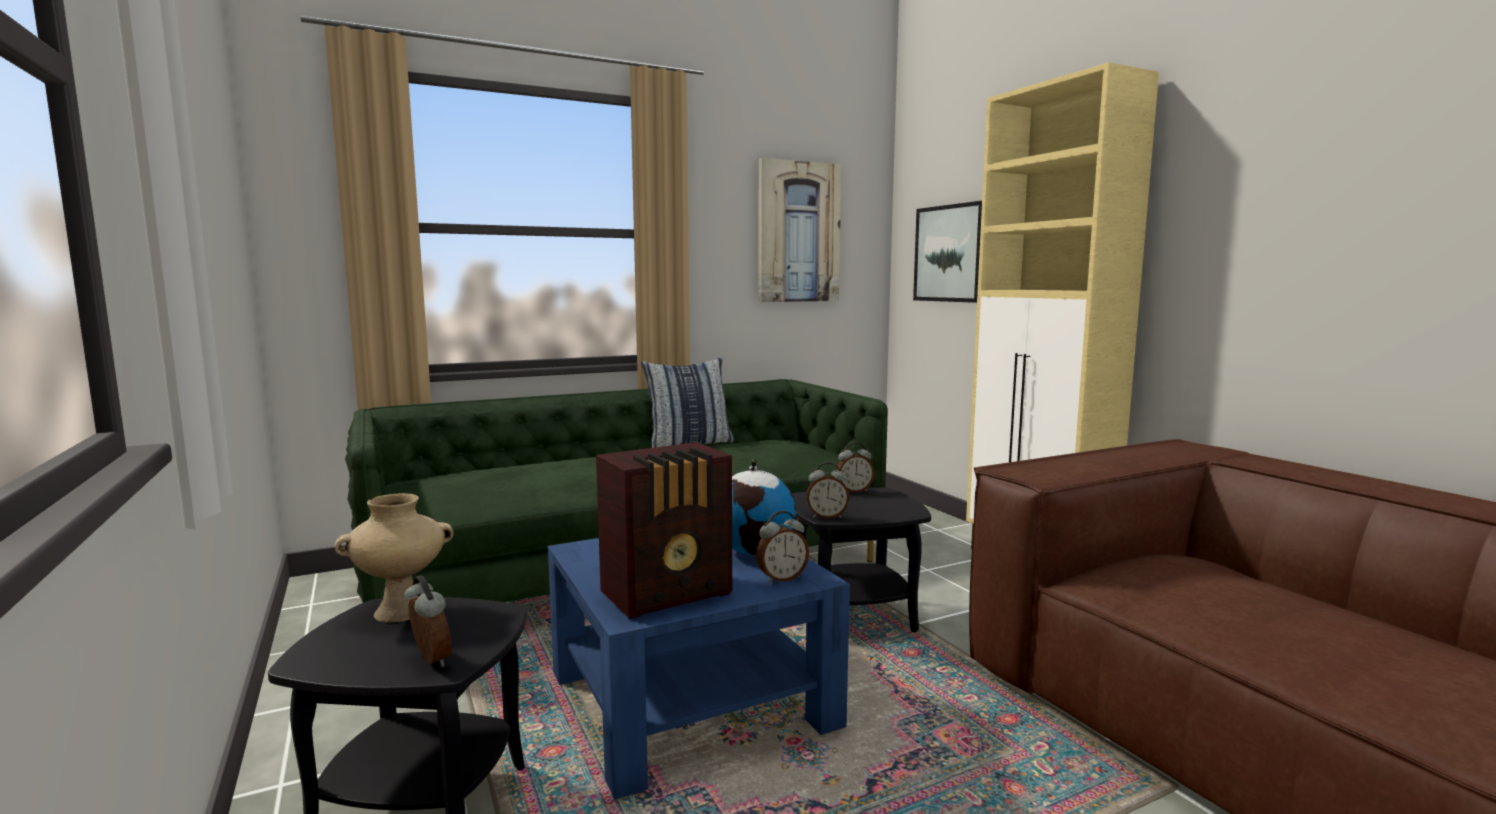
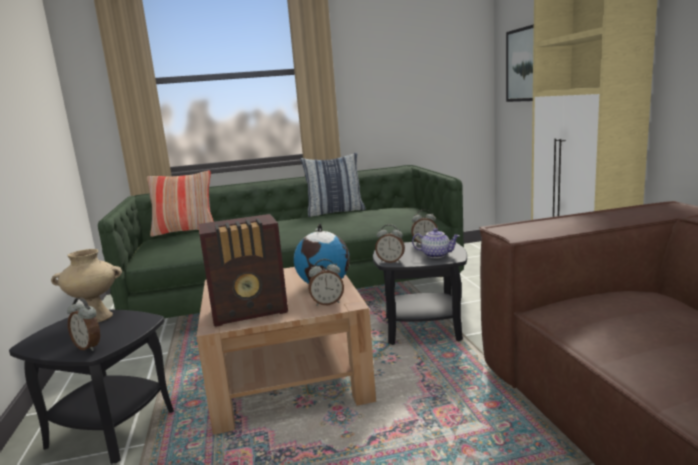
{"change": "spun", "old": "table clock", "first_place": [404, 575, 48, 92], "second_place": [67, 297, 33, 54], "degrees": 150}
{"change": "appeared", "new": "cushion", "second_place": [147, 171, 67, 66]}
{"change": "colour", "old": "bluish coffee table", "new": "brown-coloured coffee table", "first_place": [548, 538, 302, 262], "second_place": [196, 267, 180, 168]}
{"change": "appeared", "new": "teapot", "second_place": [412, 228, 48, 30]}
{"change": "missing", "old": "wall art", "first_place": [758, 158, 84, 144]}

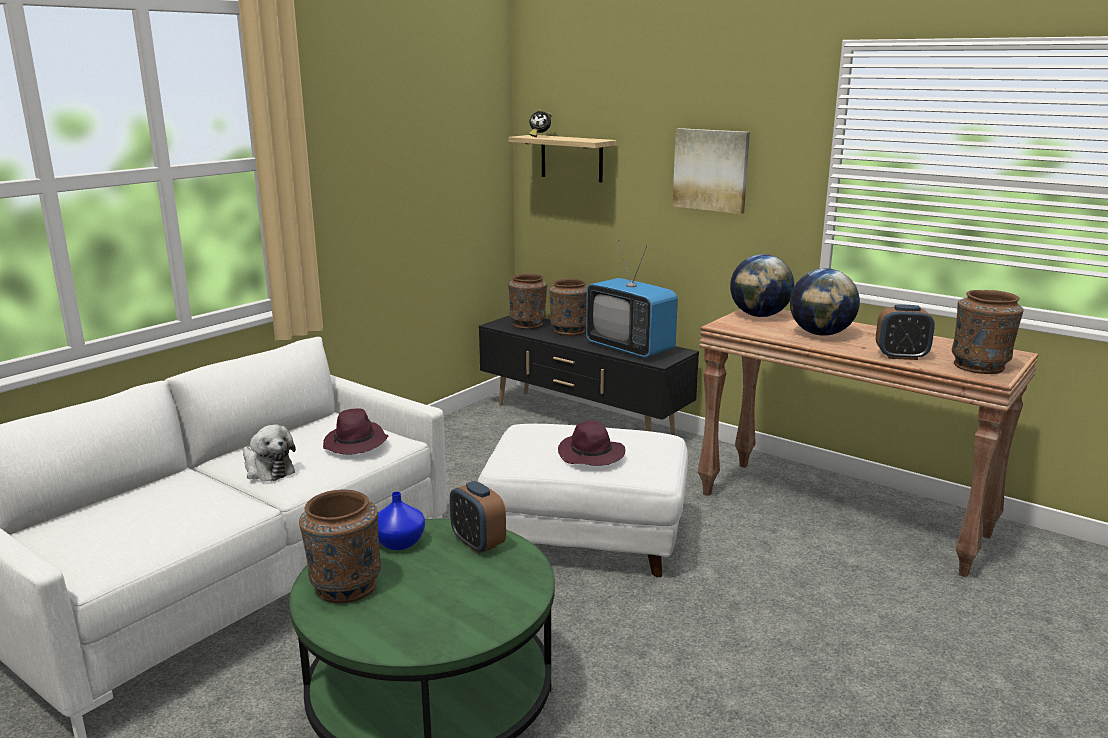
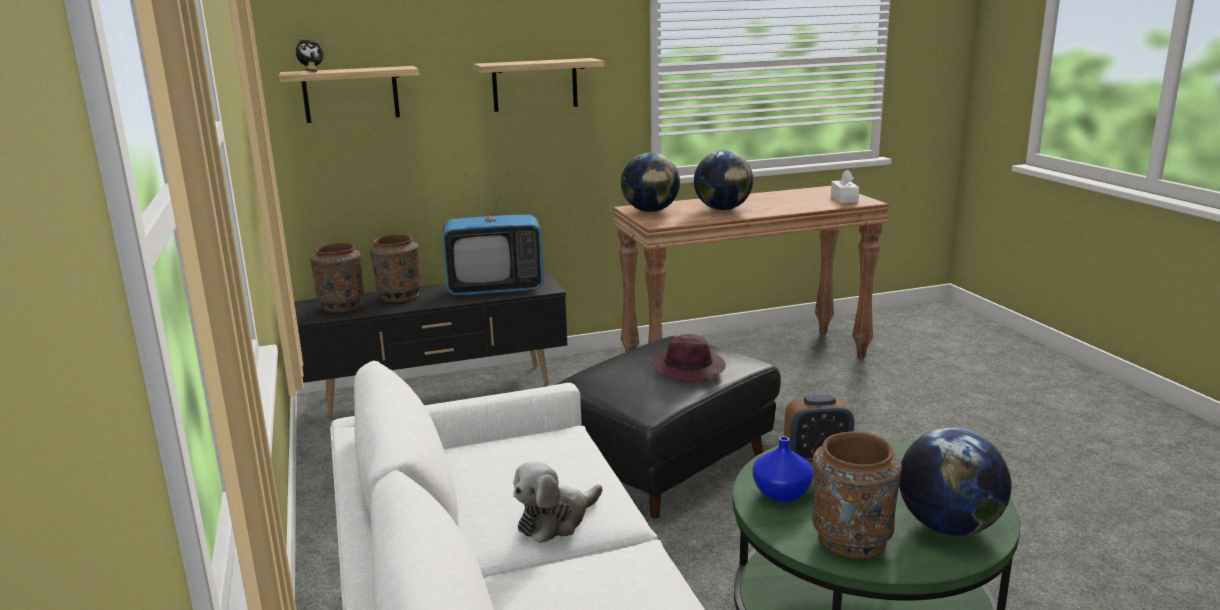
{"change": "exchanged", "old": "wall art", "new": "shelf", "first_place": [672, 128, 78, 86], "second_place": [473, 58, 131, 54]}
{"change": "spun", "old": "plush toy", "first_place": [243, 424, 53, 57], "second_place": [513, 462, 89, 81], "degrees": 150}
{"change": "colour", "old": "white ottoman", "new": "black-coloured ottoman", "first_place": [478, 424, 210, 153], "second_place": [556, 335, 225, 184]}
{"change": "exchanged", "old": "brown-coloured vase", "new": "white tissue box", "first_place": [952, 290, 72, 84], "second_place": [831, 169, 28, 34]}
{"change": "appeared", "new": "world globe", "second_place": [899, 428, 113, 108]}
{"change": "missing", "old": "purplish hat", "first_place": [323, 408, 65, 47]}
{"change": "missing", "old": "table clock", "first_place": [876, 305, 59, 55]}

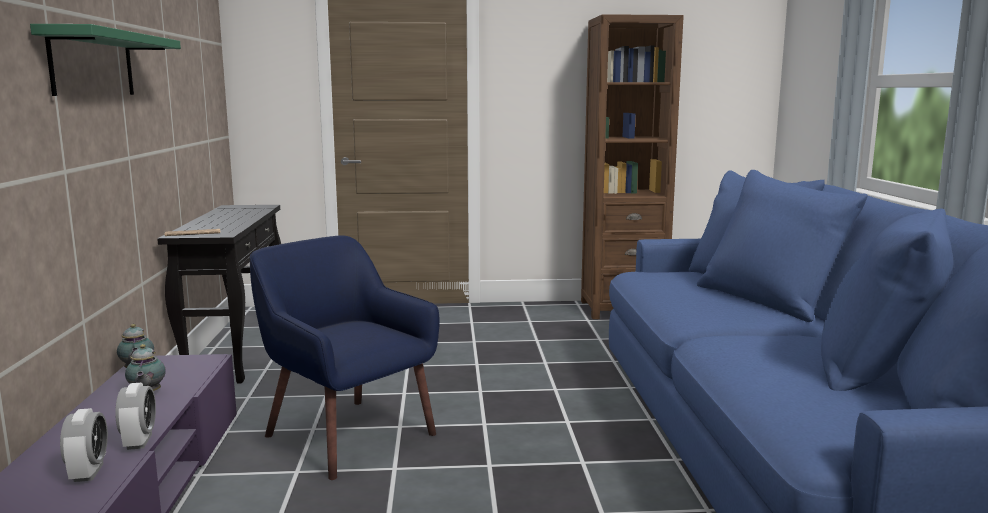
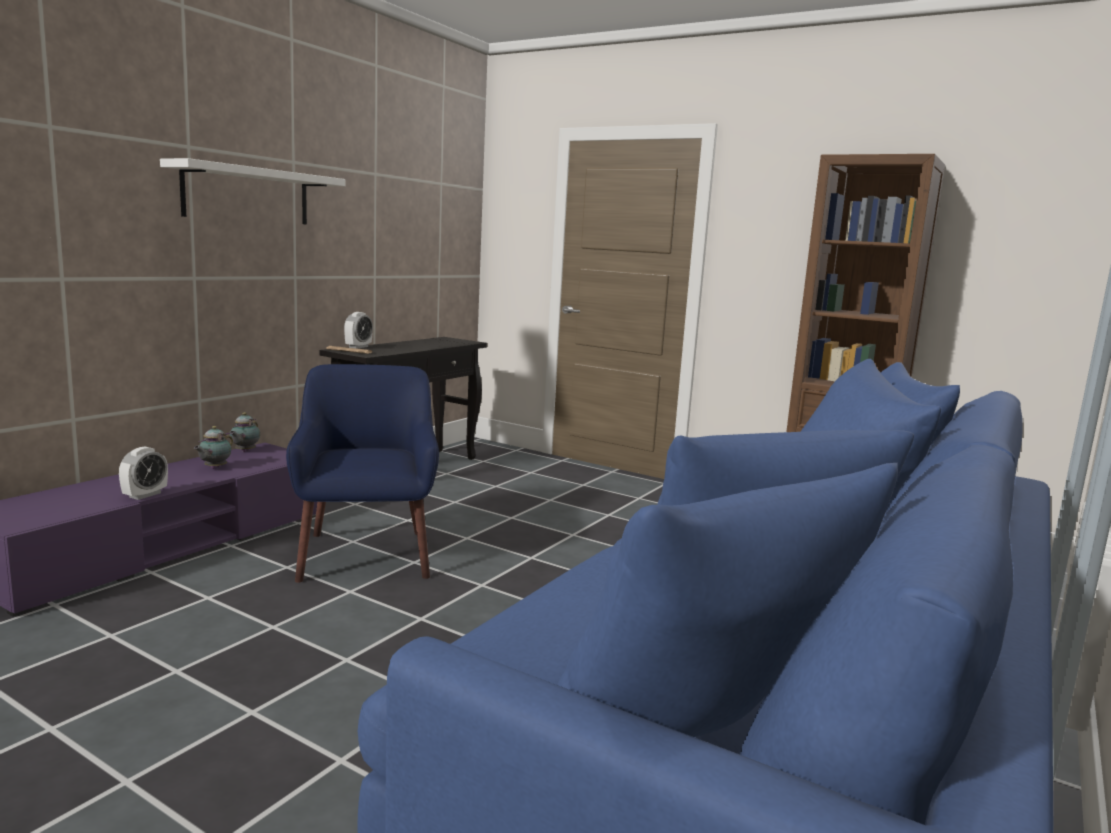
{"change": "colour", "old": "green-coloured shelf", "new": "white shelf", "first_place": [30, 24, 151, 72], "second_place": [160, 158, 186, 67]}
{"change": "relocated", "old": "table clock", "first_place": [60, 408, 48, 74], "second_place": [344, 312, 29, 37]}

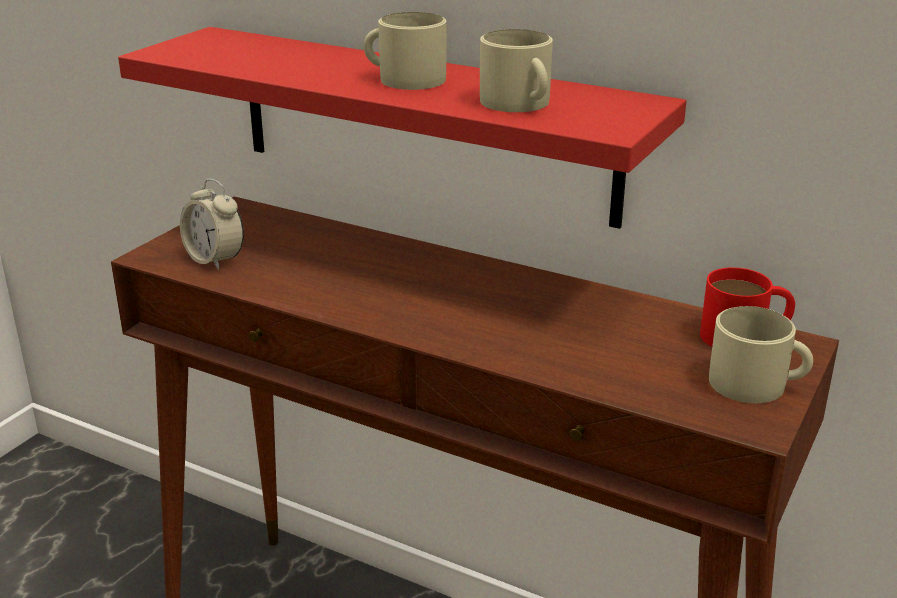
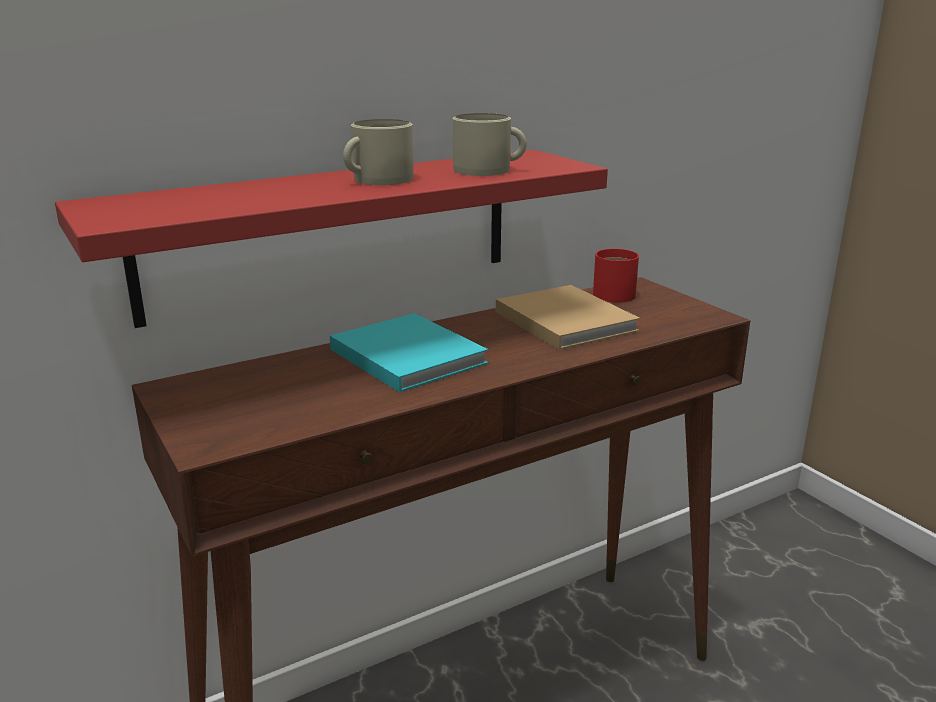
{"change": "appeared", "new": "turquoise bound book", "second_place": [330, 313, 158, 79]}
{"change": "appeared", "new": "beige bound book", "second_place": [496, 285, 144, 65]}
{"change": "missing", "old": "table clock", "first_place": [180, 179, 64, 91]}
{"change": "missing", "old": "beige tea mug", "first_place": [709, 306, 104, 97]}

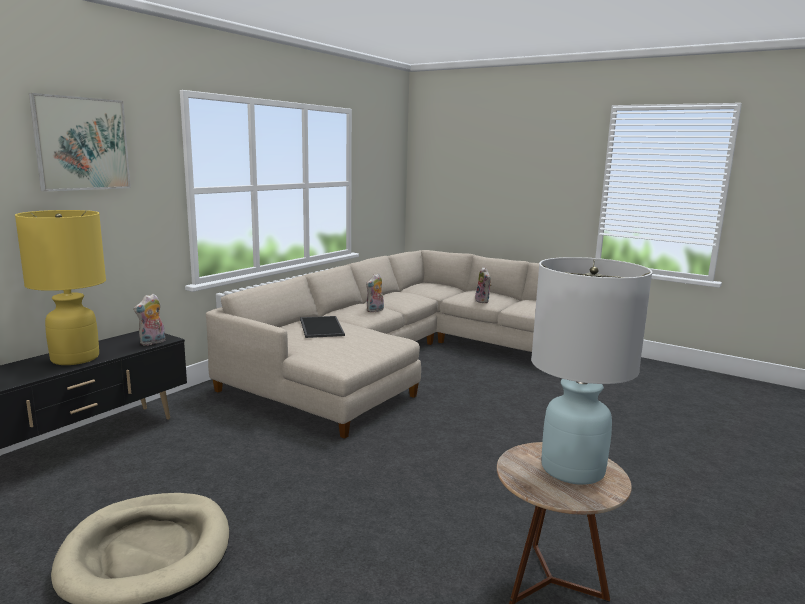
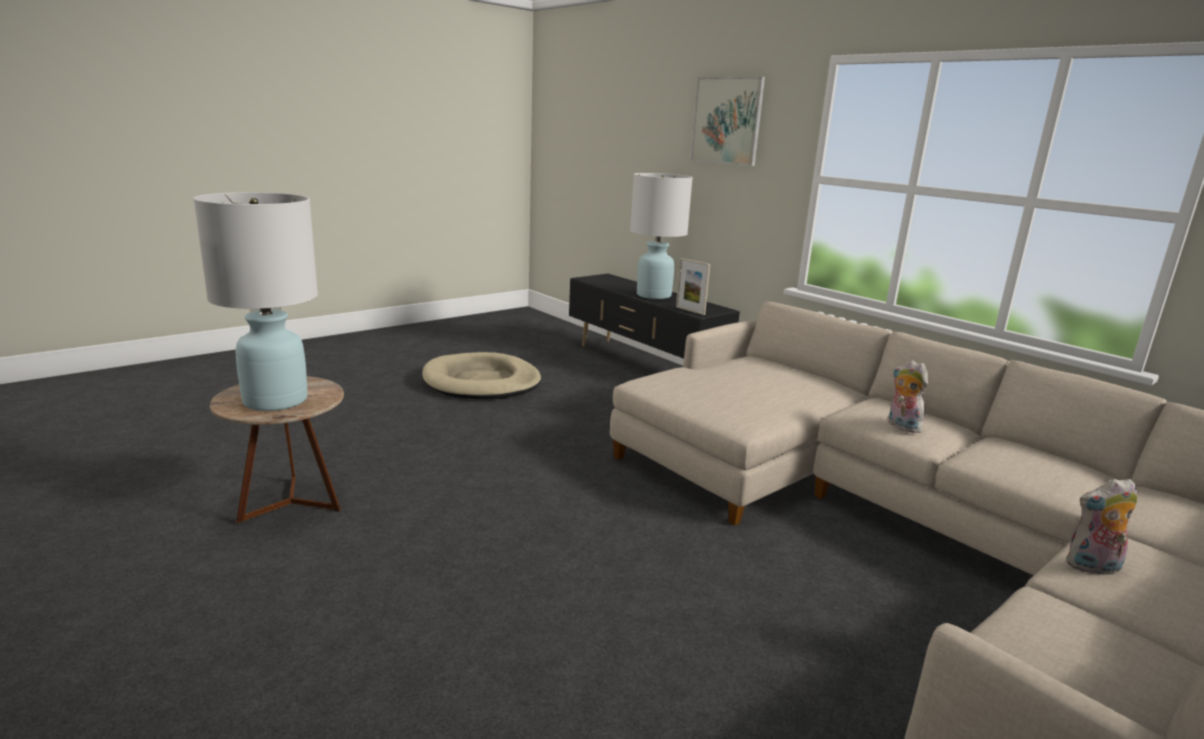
{"change": "colour", "old": "yellowish table lamp", "new": "white table lamp", "first_place": [15, 210, 91, 155], "second_place": [630, 173, 63, 126]}
{"change": "exchanged", "old": "plush toy", "new": "picture frame", "first_place": [133, 294, 32, 52], "second_place": [676, 258, 34, 57]}
{"change": "missing", "old": "serving tray", "first_place": [300, 316, 45, 22]}

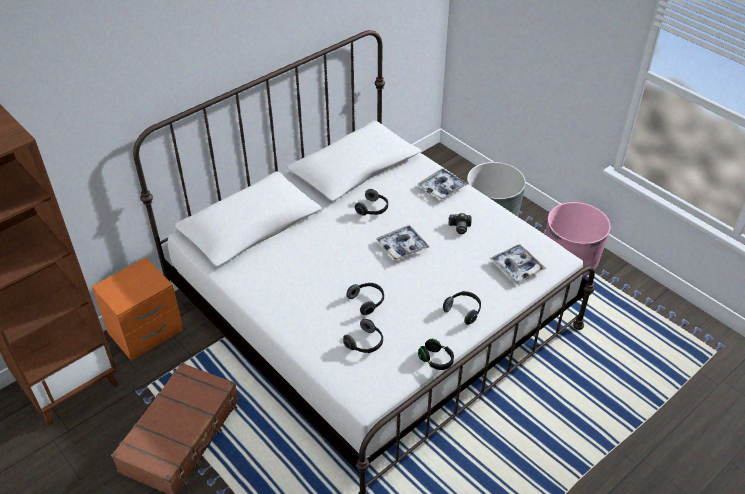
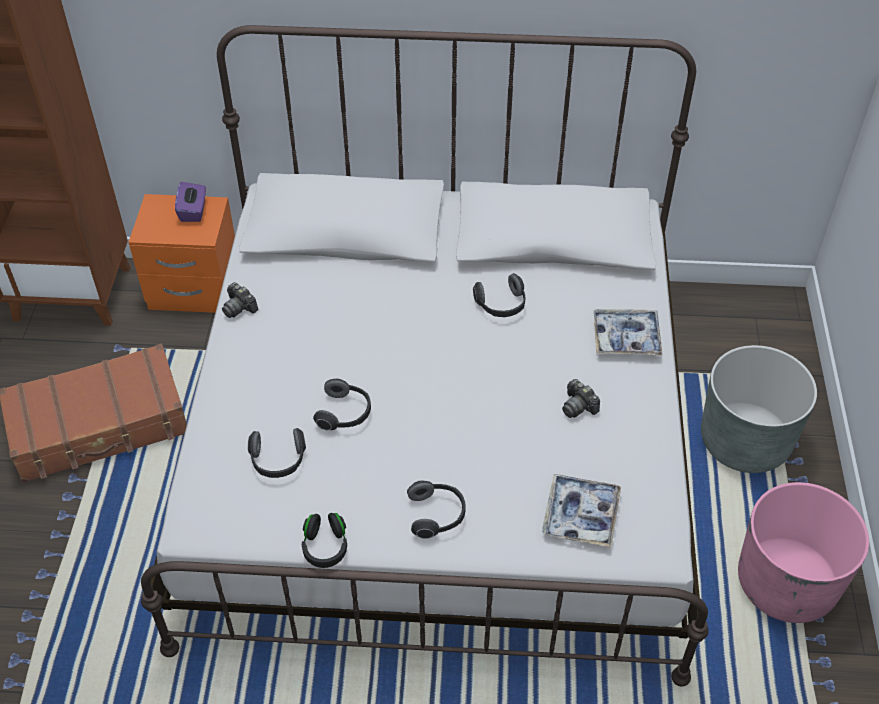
{"change": "appeared", "new": "purplish tissue box", "second_place": [175, 182, 31, 40]}
{"change": "appeared", "new": "still camera", "second_place": [222, 282, 36, 36]}
{"change": "missing", "old": "serving tray", "first_place": [376, 225, 53, 36]}

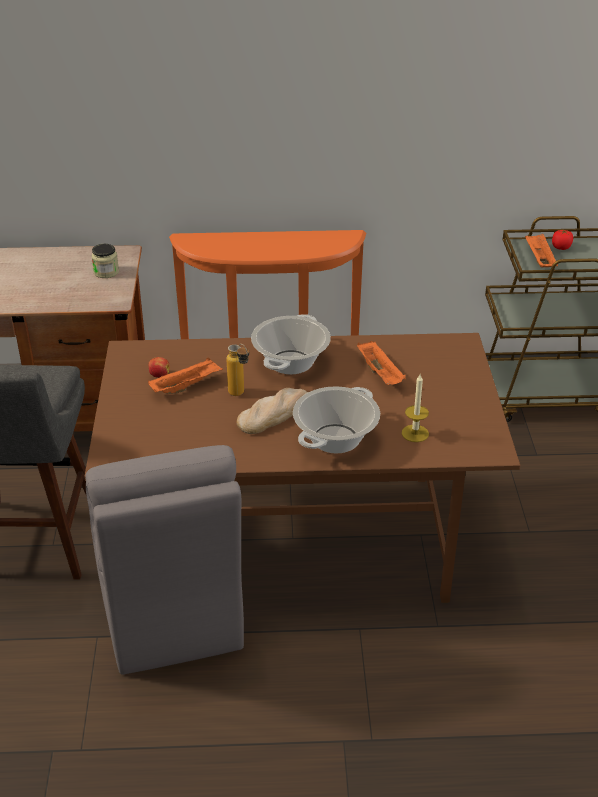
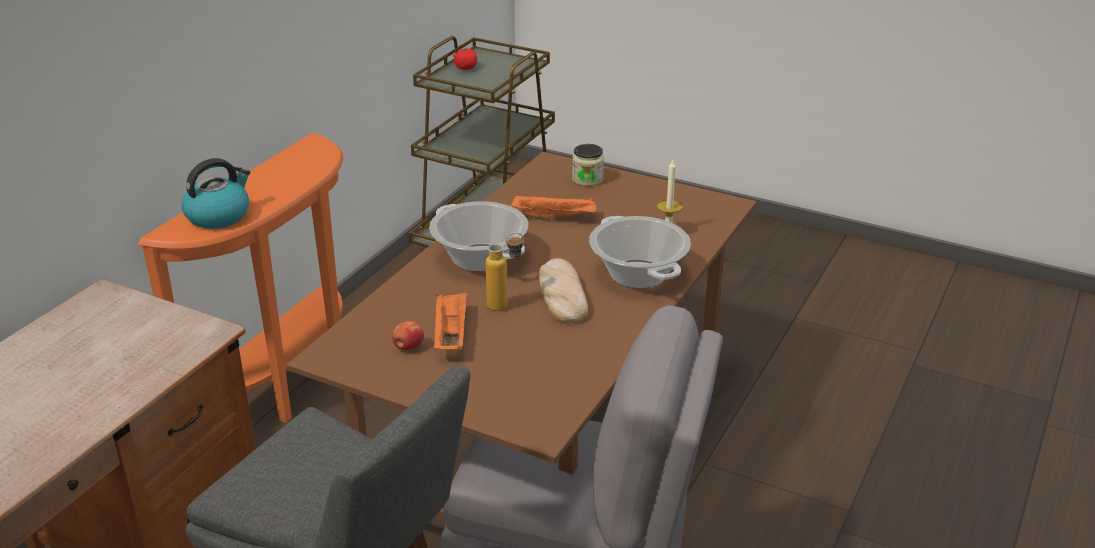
{"change": "appeared", "new": "tea kettle", "second_place": [181, 158, 70, 71]}
{"change": "relocated", "old": "preserve jar", "first_place": [91, 244, 28, 34], "second_place": [572, 144, 32, 42]}
{"change": "missing", "old": "orange serving tray", "first_place": [525, 233, 33, 35]}

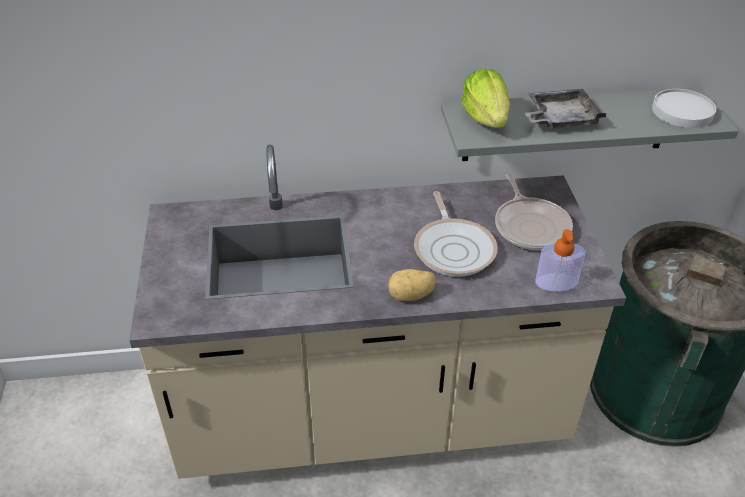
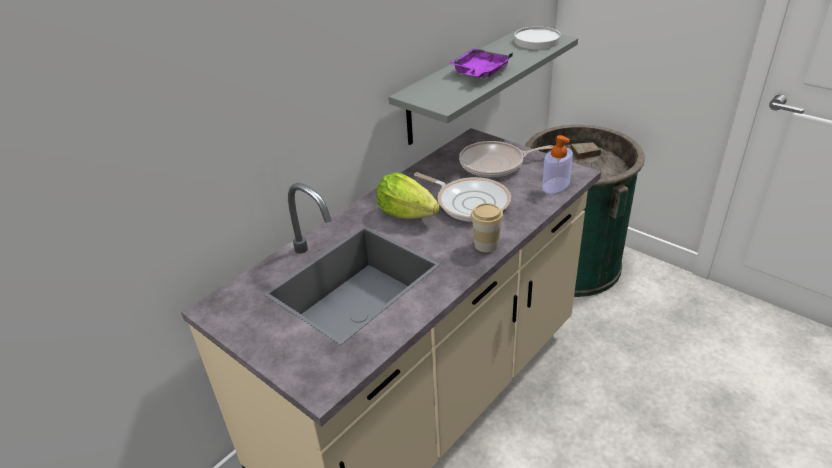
{"change": "relocated", "old": "lettuce head", "first_place": [461, 69, 49, 59], "second_place": [377, 172, 63, 47]}
{"change": "colour", "old": "greyish serving tray", "new": "purplish serving tray", "first_place": [525, 89, 81, 40], "second_place": [449, 48, 64, 30]}
{"change": "spun", "old": "frying pan", "first_place": [495, 173, 78, 77], "second_place": [459, 141, 94, 37], "degrees": 135}
{"change": "exchanged", "old": "potato", "new": "small cup", "first_place": [388, 269, 48, 32], "second_place": [471, 203, 33, 49]}

